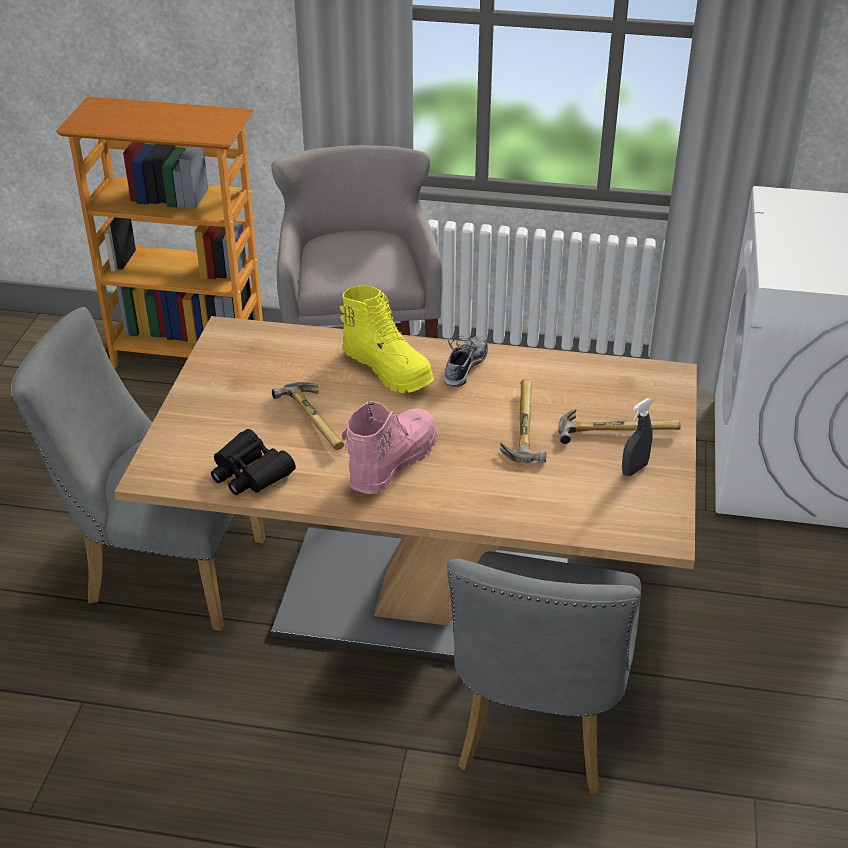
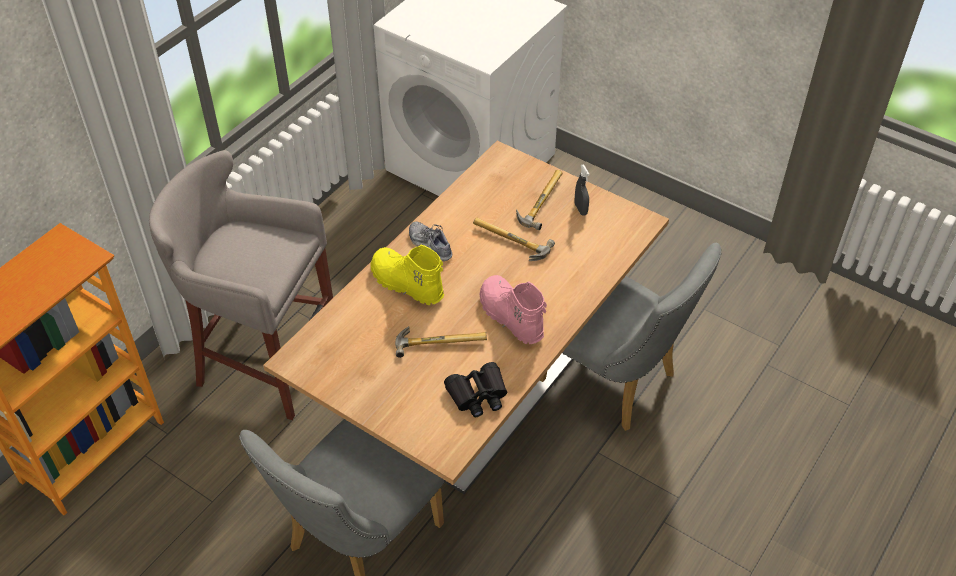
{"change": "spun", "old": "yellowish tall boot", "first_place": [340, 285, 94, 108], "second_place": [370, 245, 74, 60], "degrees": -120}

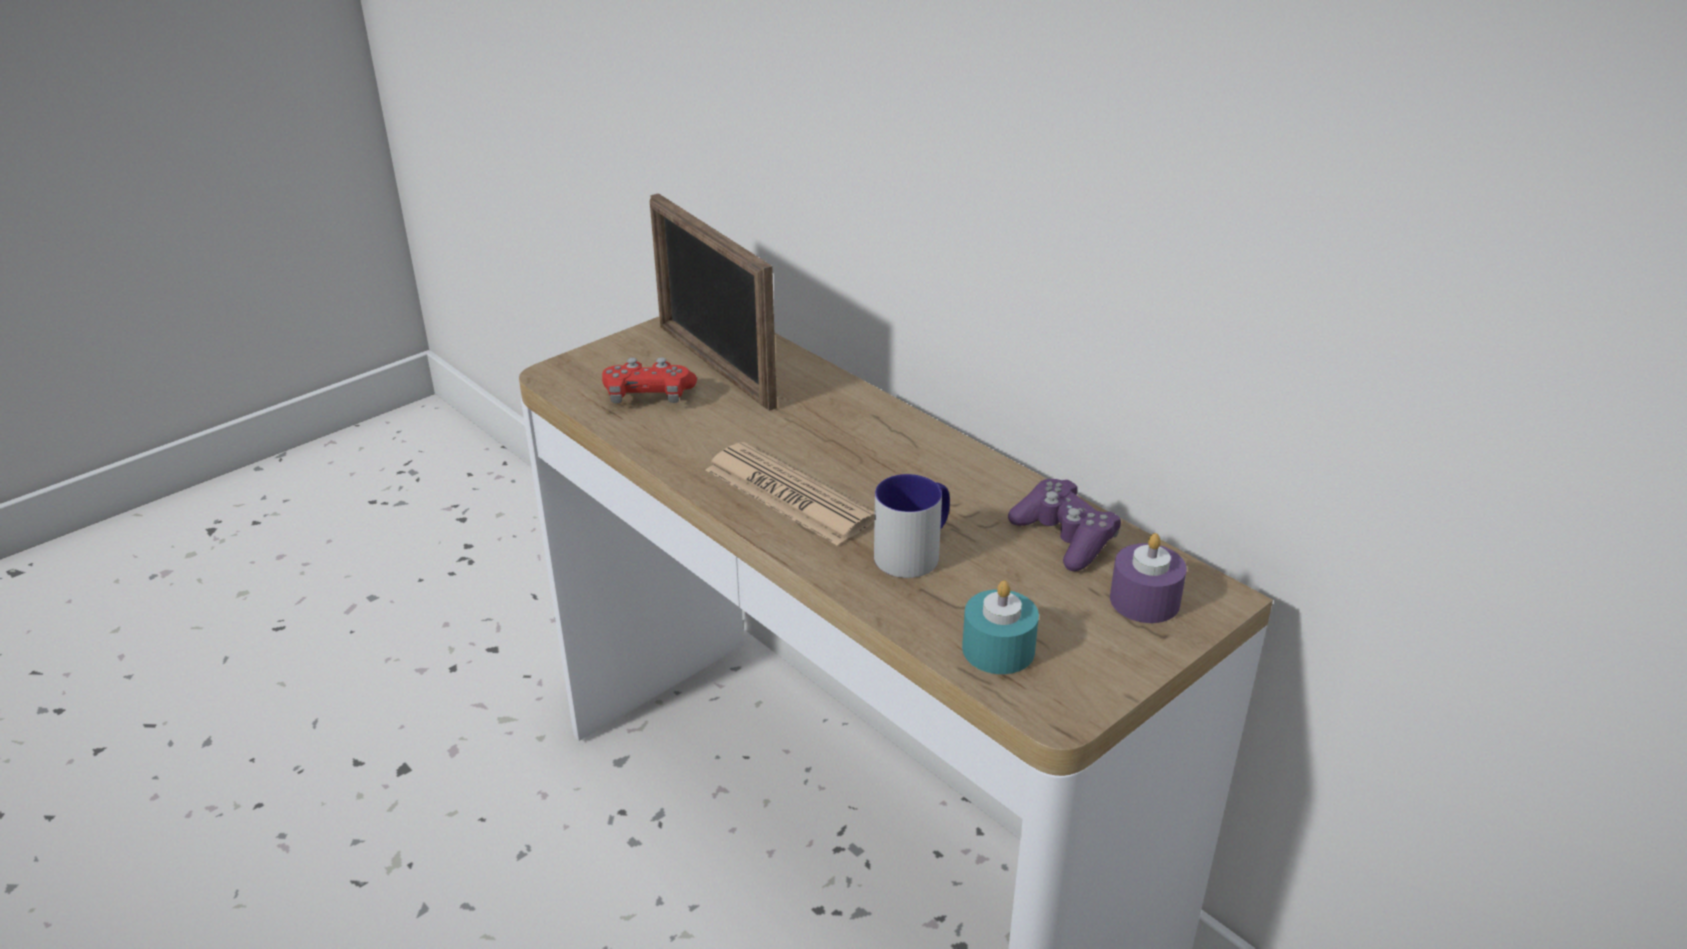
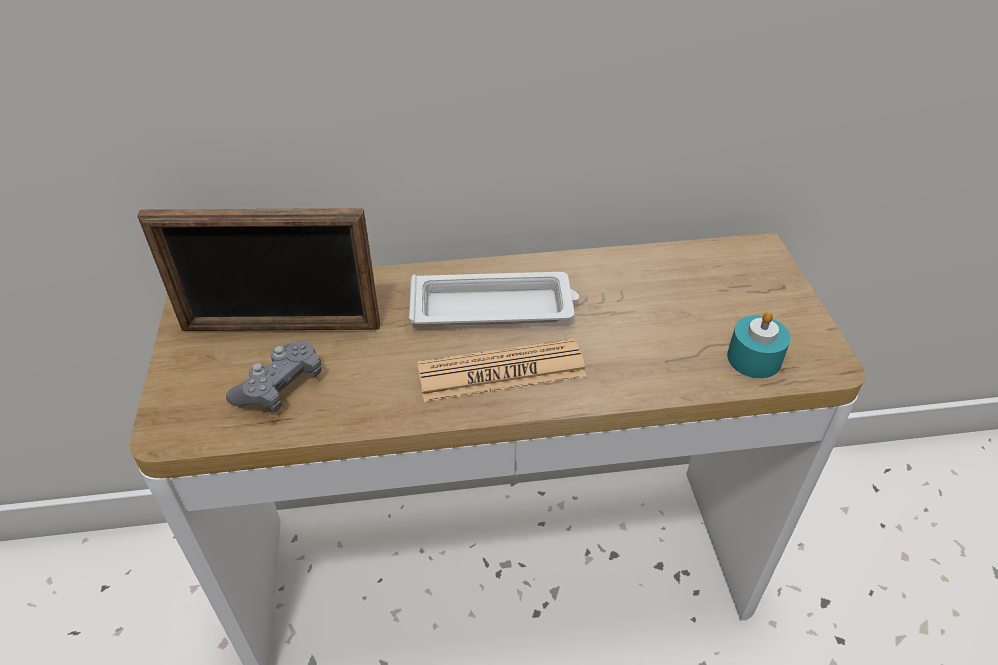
{"change": "colour", "old": "red joypad", "new": "greyish joypad", "first_place": [602, 357, 95, 46], "second_place": [226, 341, 96, 71]}
{"change": "appeared", "new": "white serving tray", "second_place": [409, 272, 170, 54]}
{"change": "missing", "old": "tea mug", "first_place": [874, 474, 76, 104]}
{"change": "missing", "old": "purplish joypad", "first_place": [1008, 479, 113, 92]}
{"change": "missing", "old": "purplish wax light", "first_place": [1110, 533, 77, 90]}

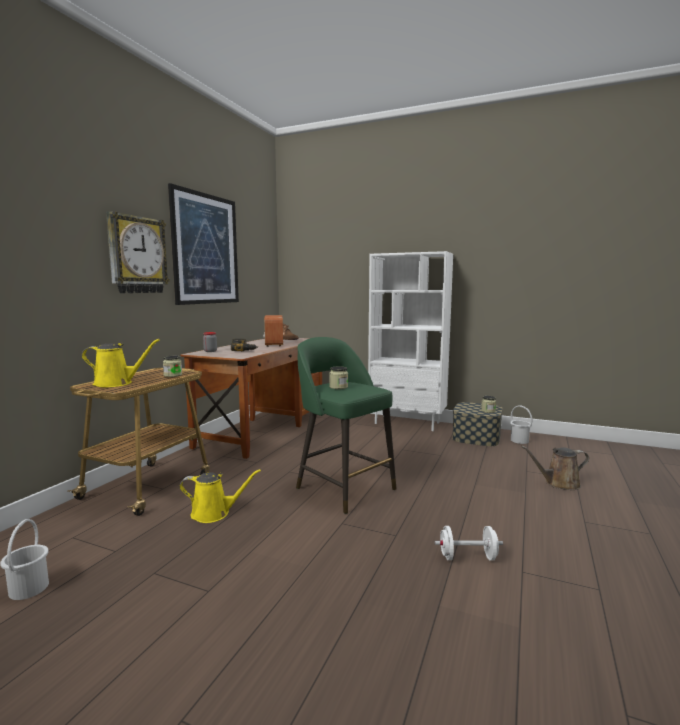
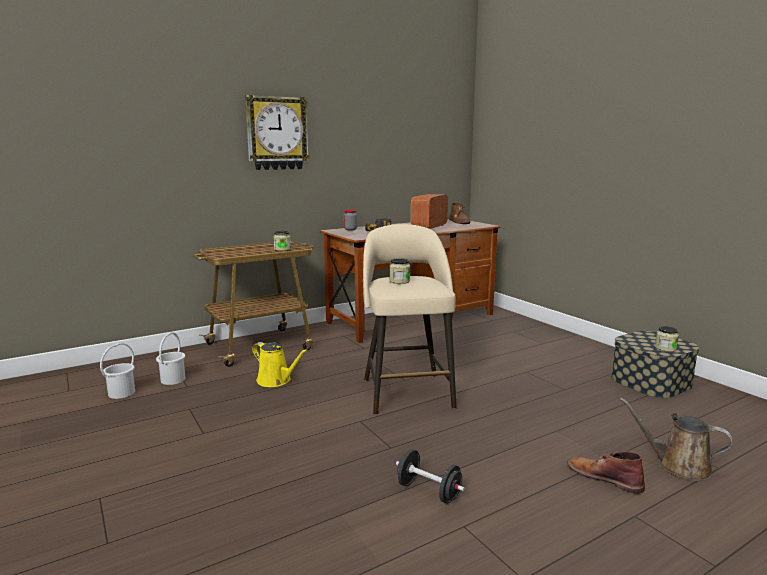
{"change": "relocated", "old": "white pail", "first_place": [510, 405, 22, 39], "second_place": [156, 332, 29, 53]}
{"change": "colour", "old": "green-coloured sitting stool", "new": "beige sitting stool", "first_place": [296, 337, 101, 177], "second_place": [363, 224, 93, 191]}
{"change": "colour", "old": "white hand weight", "new": "black-coloured hand weight", "first_place": [435, 526, 68, 34], "second_place": [396, 449, 69, 55]}
{"change": "appeared", "new": "brown-coloured tall boot", "second_place": [567, 451, 78, 43]}
{"change": "missing", "old": "yellowish watering can", "first_place": [82, 339, 78, 48]}
{"change": "missing", "old": "wall art", "first_place": [168, 183, 71, 122]}
{"change": "missing", "old": "white shelving unit", "first_place": [368, 251, 85, 180]}

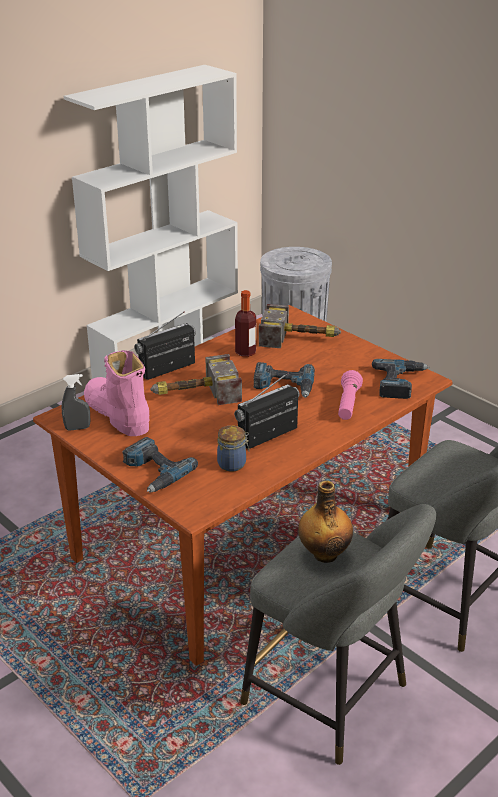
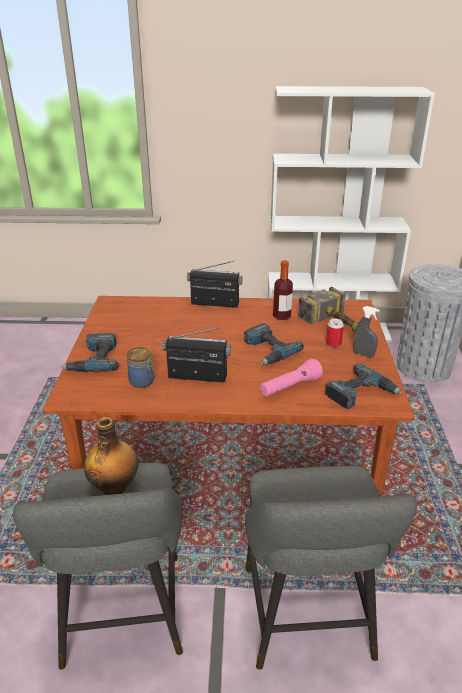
{"change": "appeared", "new": "can", "second_place": [326, 318, 18, 29]}
{"change": "relocated", "old": "greyish hand sprayer", "first_place": [62, 374, 28, 57], "second_place": [354, 306, 26, 52]}
{"change": "missing", "old": "pink-coloured tall boot", "first_place": [84, 350, 65, 86]}
{"change": "missing", "old": "hammer", "first_place": [150, 354, 92, 51]}

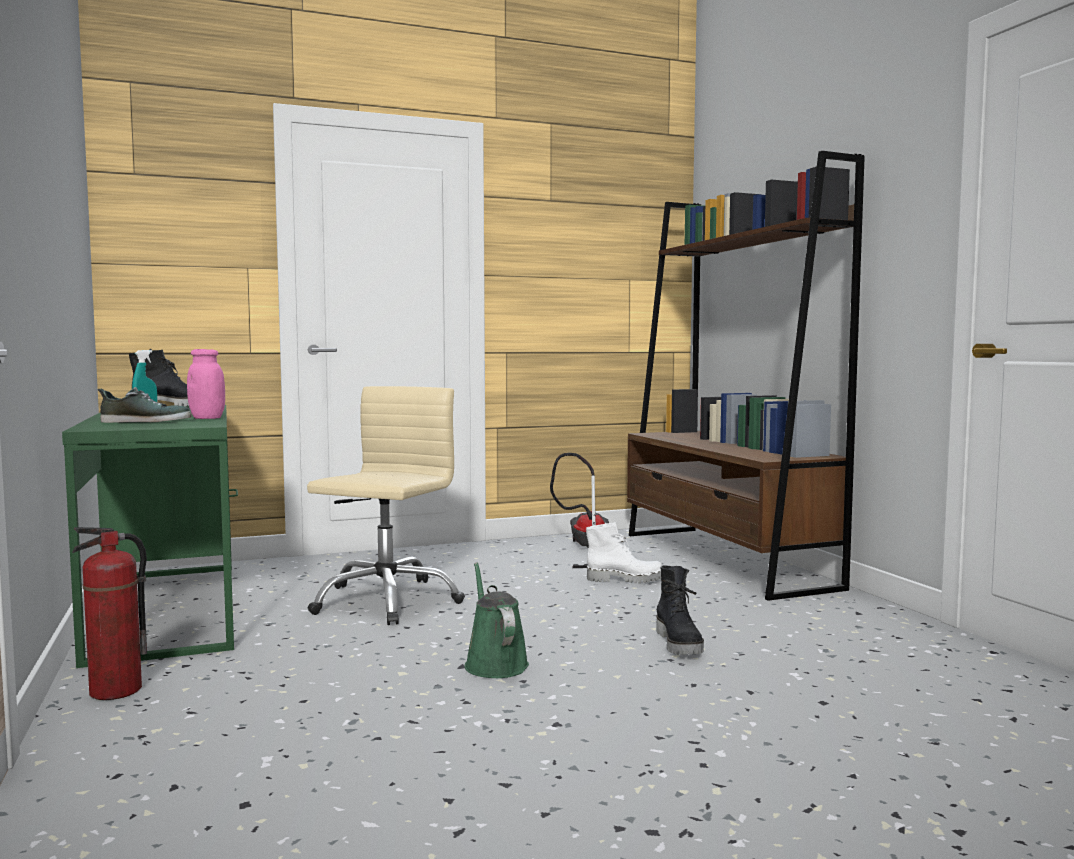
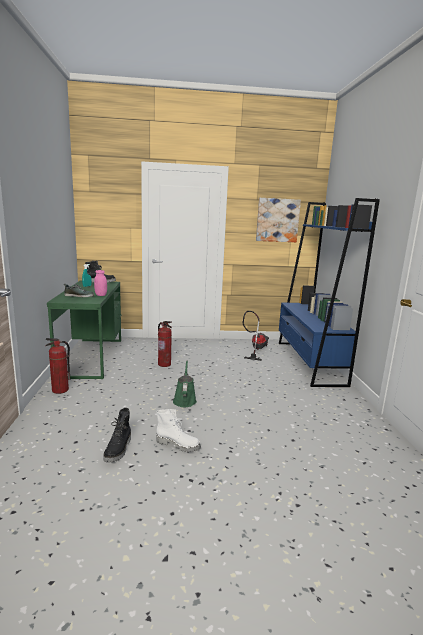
{"change": "relocated", "old": "black-coloured tall boot", "first_place": [656, 565, 48, 90], "second_place": [103, 408, 28, 55]}
{"change": "relocated", "old": "white tall boot", "first_place": [586, 522, 76, 61], "second_place": [156, 409, 45, 43]}
{"change": "exchanged", "old": "beige desk chair", "new": "extinguisher", "first_place": [307, 386, 158, 239], "second_place": [158, 321, 14, 46]}
{"change": "appeared", "new": "wall art", "second_place": [256, 198, 45, 44]}
{"change": "colour", "old": "brown-coloured shelving unit", "new": "bluish shelving unit", "first_place": [627, 151, 238, 450], "second_place": [279, 198, 101, 189]}

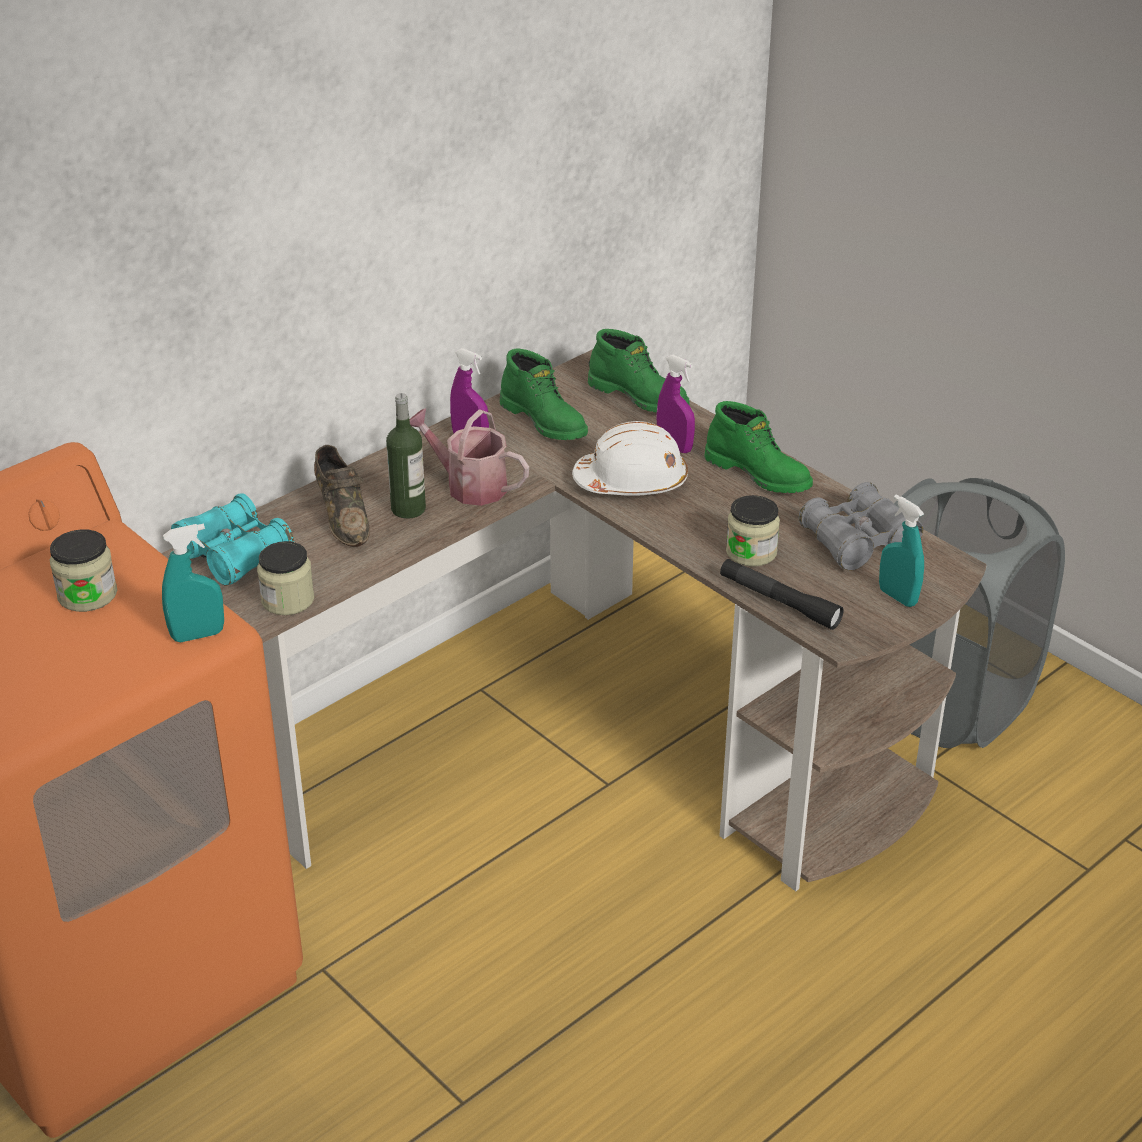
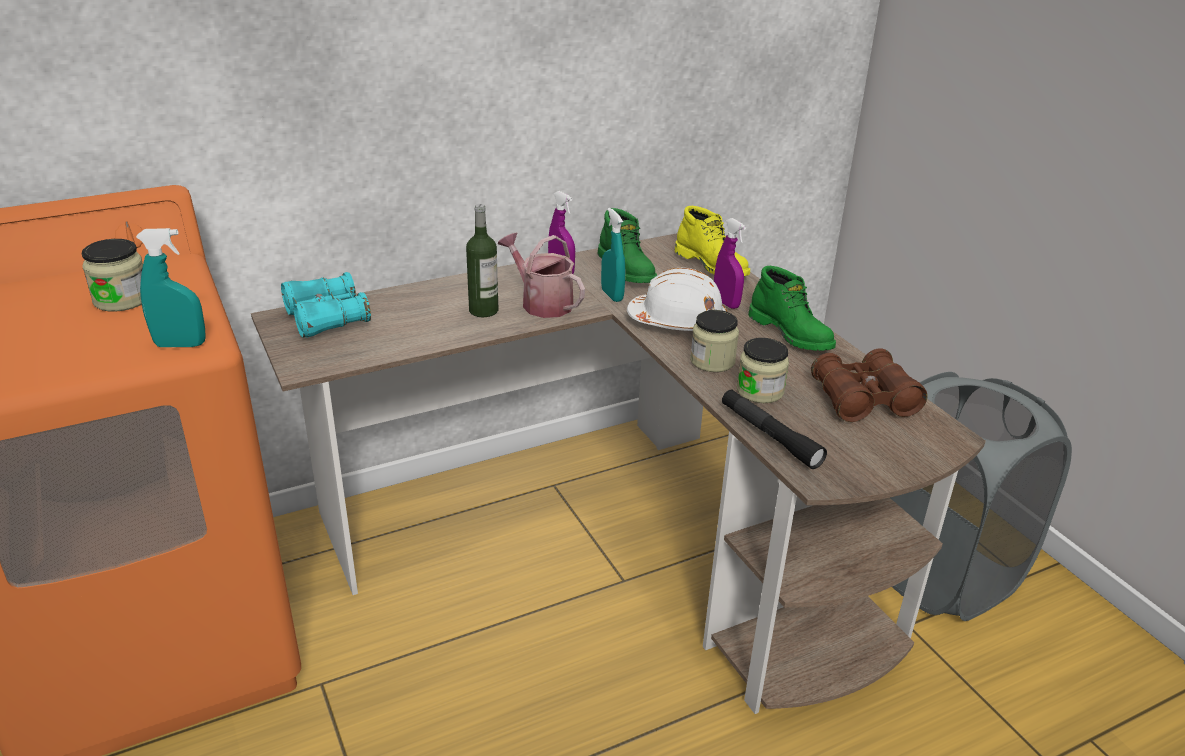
{"change": "relocated", "old": "turquoise hand sprayer", "first_place": [879, 495, 45, 112], "second_place": [601, 208, 24, 94]}
{"change": "colour", "old": "green-coloured tall boot", "new": "yellowish tall boot", "first_place": [588, 329, 102, 83], "second_place": [674, 206, 76, 70]}
{"change": "relocated", "old": "preserve jar", "first_place": [257, 541, 57, 74], "second_place": [690, 310, 49, 62]}
{"change": "colour", "old": "greyish field glasses", "new": "brown-coloured field glasses", "first_place": [798, 482, 125, 89], "second_place": [811, 348, 117, 74]}
{"change": "missing", "old": "brown-coloured shoe", "first_place": [314, 445, 56, 102]}

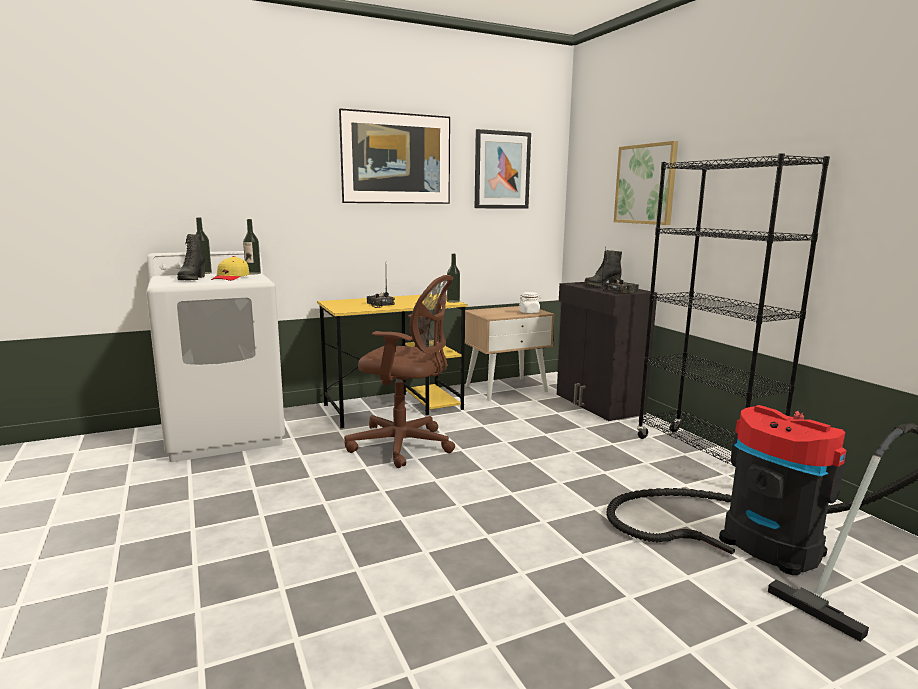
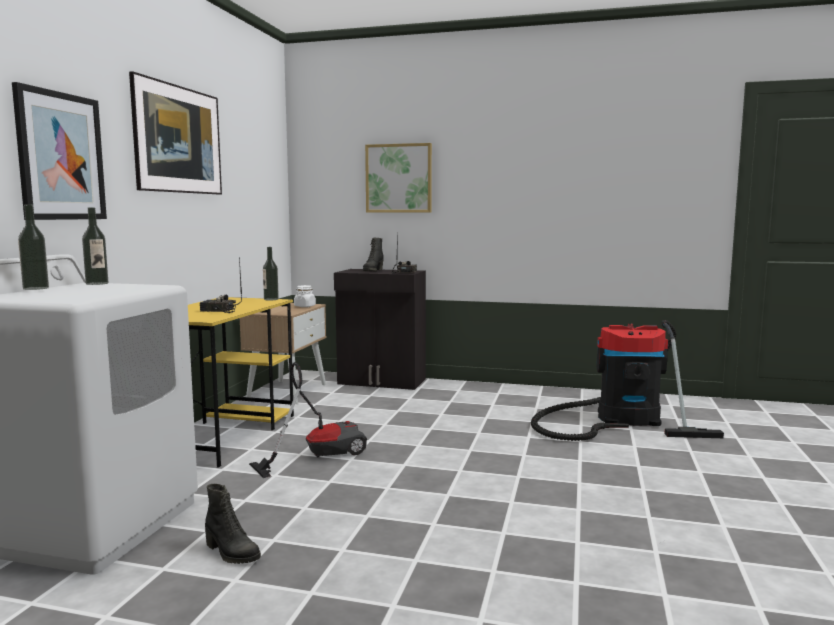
{"change": "relocated", "old": "wall art", "first_place": [475, 129, 56, 80], "second_place": [12, 82, 95, 138]}
{"change": "relocated", "old": "black-coloured tall boot", "first_place": [177, 234, 28, 46], "second_place": [205, 484, 56, 80]}
{"change": "exchanged", "old": "brown-coloured desk chair", "new": "hoover", "first_place": [344, 275, 111, 193], "second_place": [249, 362, 118, 116]}
{"change": "missing", "old": "yellowish peaked cap", "first_place": [211, 256, 38, 25]}
{"change": "missing", "old": "black-coloured shelving unit", "first_place": [637, 153, 193, 314]}

